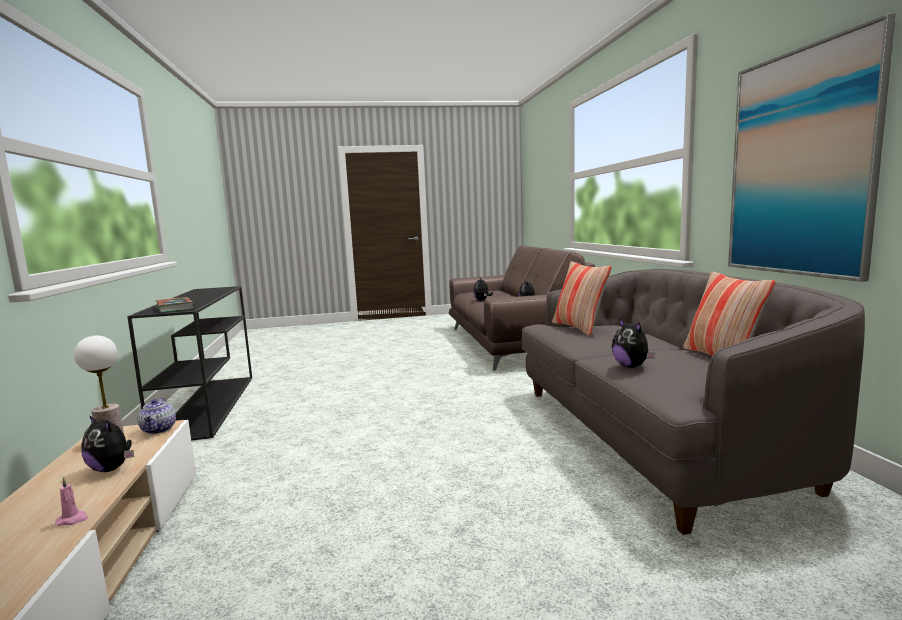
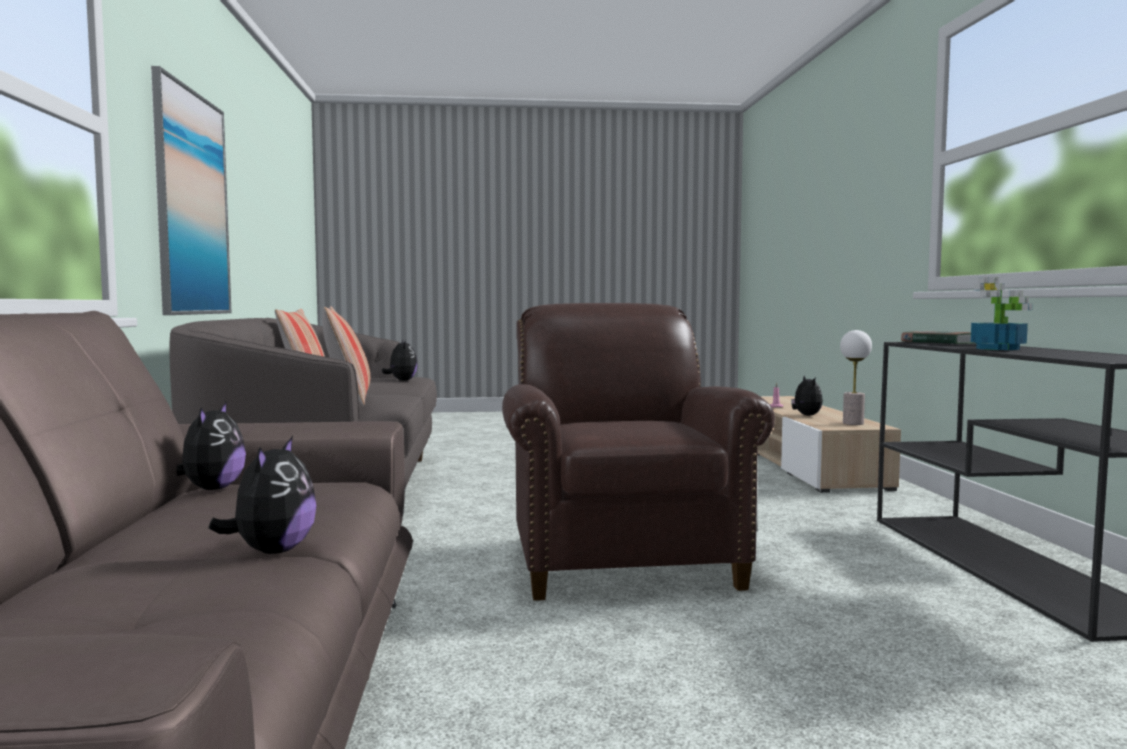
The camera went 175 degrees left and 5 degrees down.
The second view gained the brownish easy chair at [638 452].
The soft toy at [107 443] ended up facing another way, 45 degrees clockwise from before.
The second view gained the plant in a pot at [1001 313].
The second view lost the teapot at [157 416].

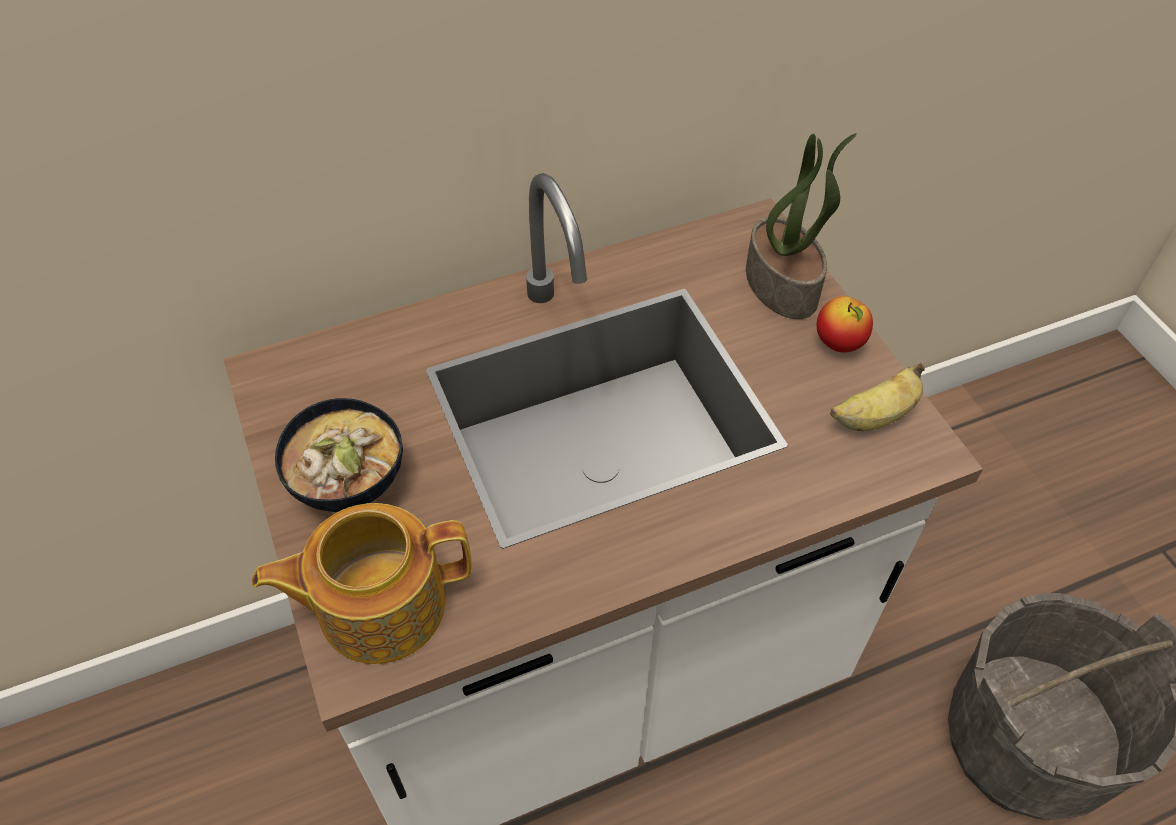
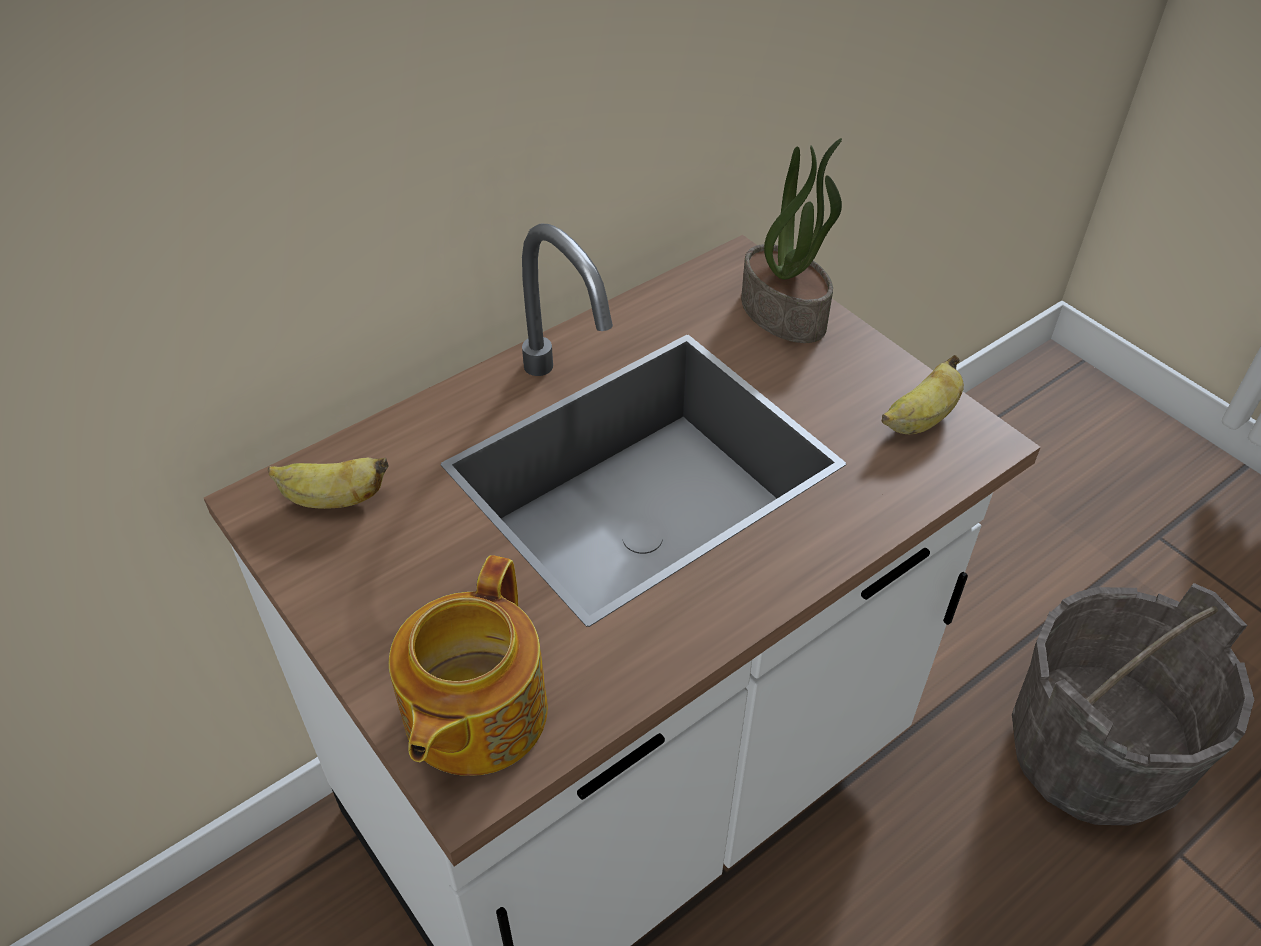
The camera went 15 degrees left and 5 degrees down.
The second view gained the banana at [328 483].
The teapot at [362 583] ended up facing another way, 45 degrees counterclockwise from before.
The second view lost the deep dish at [339 455].
The second view lost the apple at [845 324].

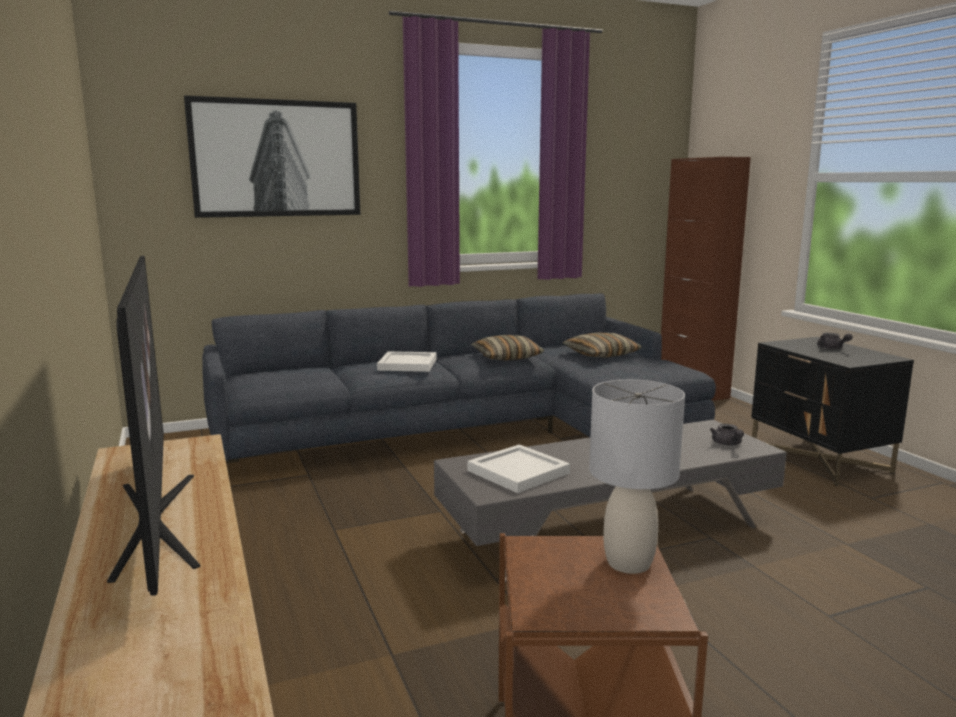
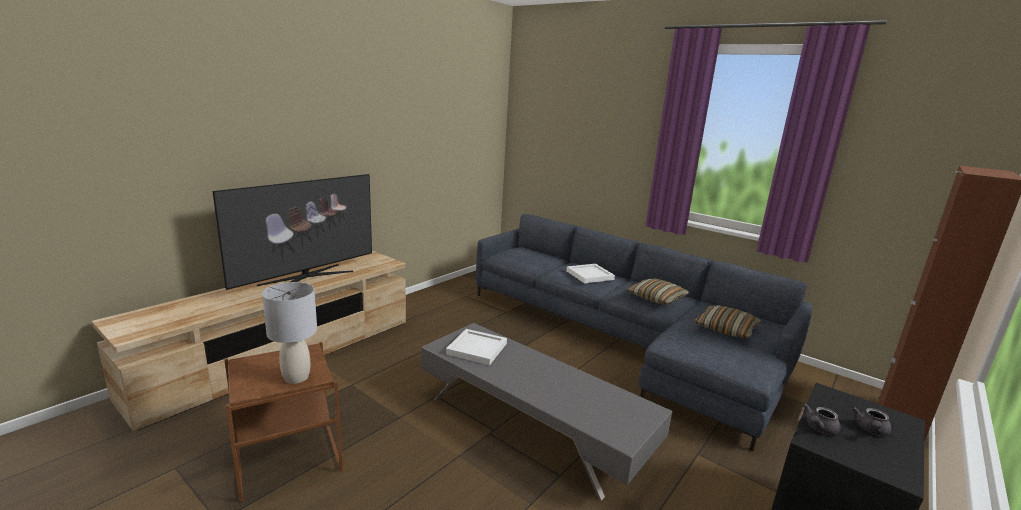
The camera went 60 degrees right and 5 degrees up.
The gray teapot ended up elsewhere, having gone from [727 434] to [822 419].
The second view lost the wall picture at [272 156].

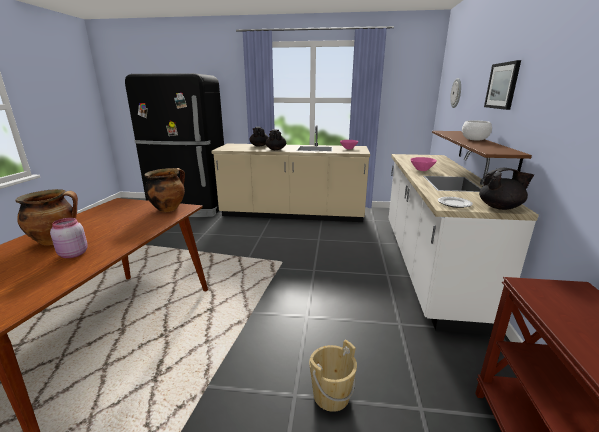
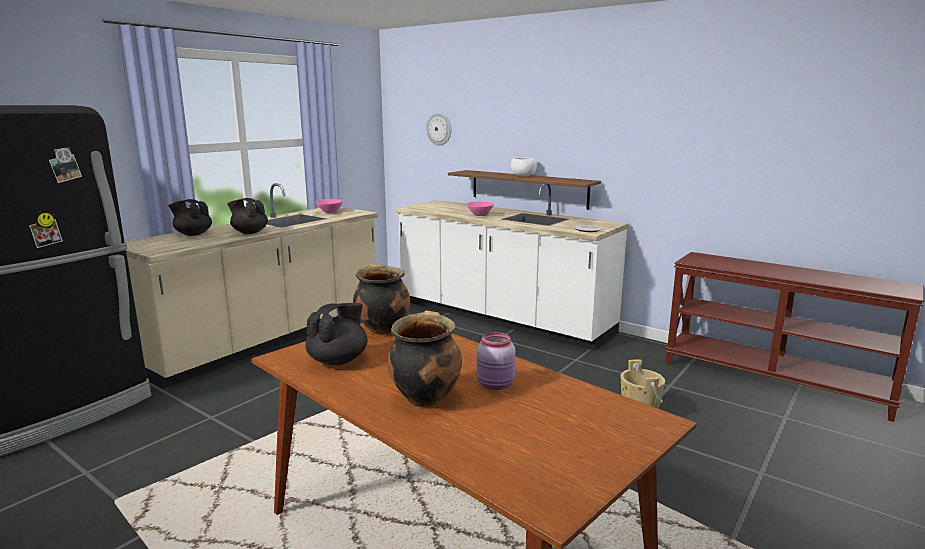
The camera went 60 degrees left and 5 degrees down.
The black teapot ended up elsewhere, having gone from [506 189] to [336 334].
The second view lost the wall picture at [502 85].

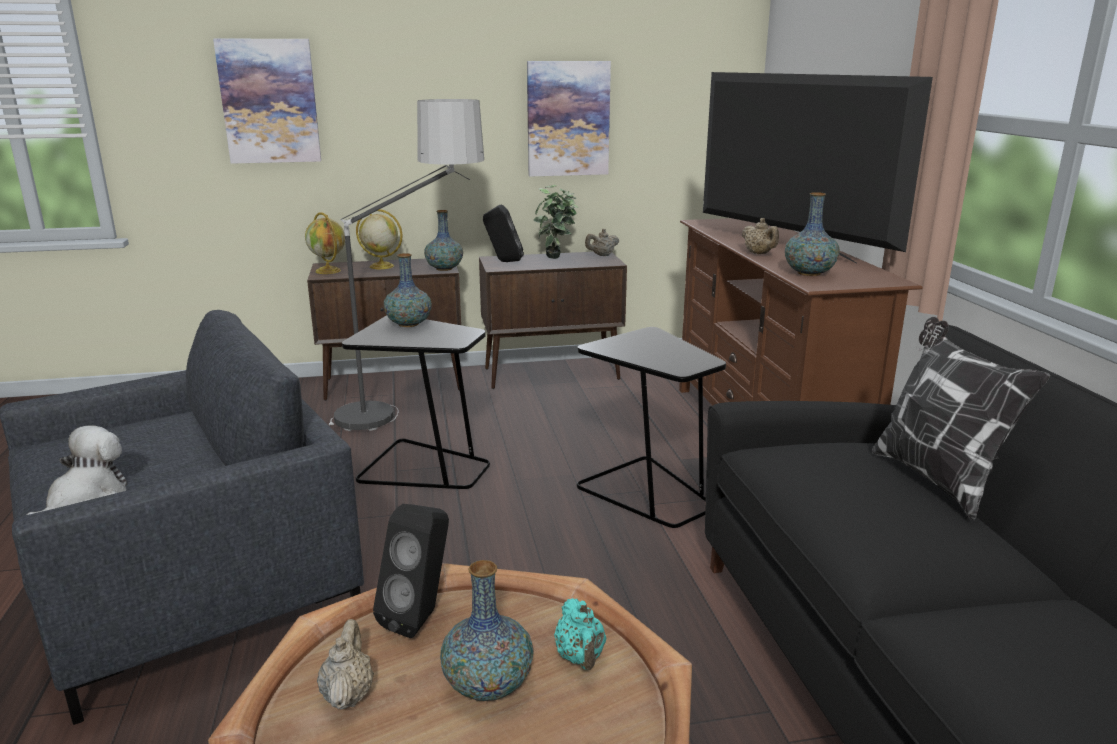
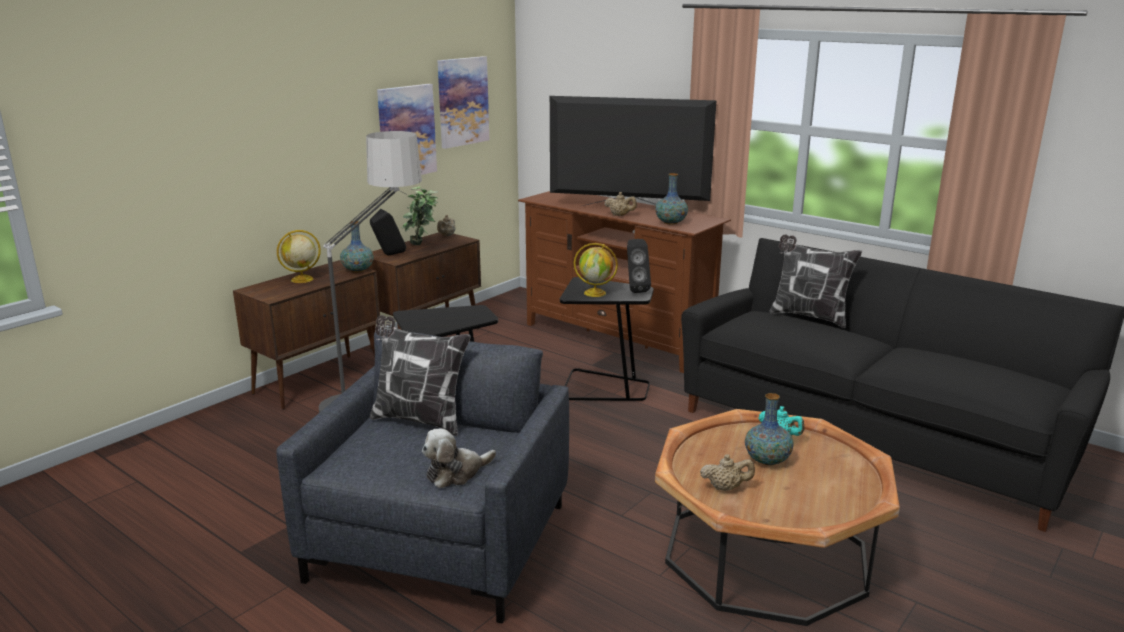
The camera went 40 degrees left and 0 degrees up.
The second view gained the throw pillow at [420 375].
The soft toy at [76 470] ended up facing another way, 105 degrees counterclockwise from before.
The wall picture ended up elsewhere, having gone from [267 101] to [463 102].
The globe ended up elsewhere, having gone from [325 243] to [596 270].
The black loudspeaker ended up elsewhere, having gone from [411 571] to [639 266].
The beige teapot at [345 664] ended up facing another way, 135 degrees clockwise from before.
The second view lost the flower vase at [408 290].

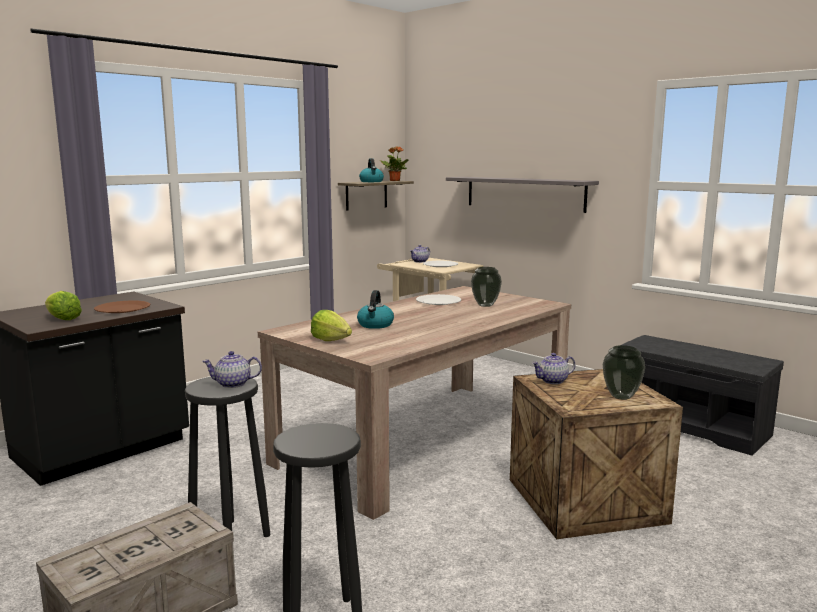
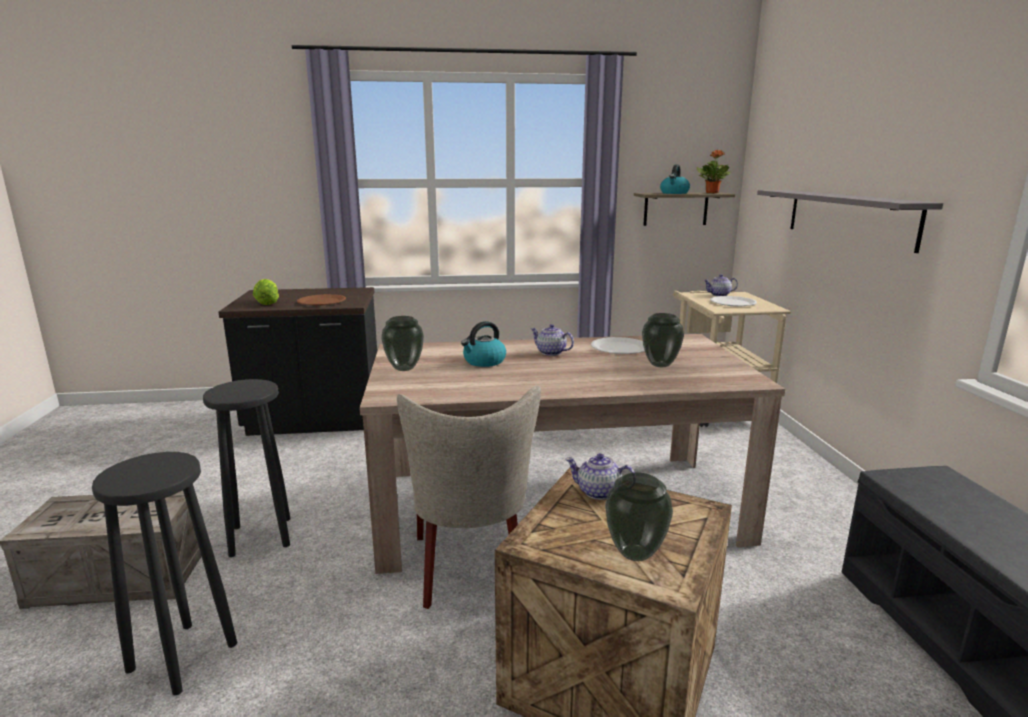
The camera went 40 degrees right and 5 degrees up.
Where the lettuce head stood at [331 325], the flower vase came to stand at [402 343].
The second view gained the beige plain chair at [469 497].
The teapot ended up elsewhere, having gone from [232 369] to [552 340].

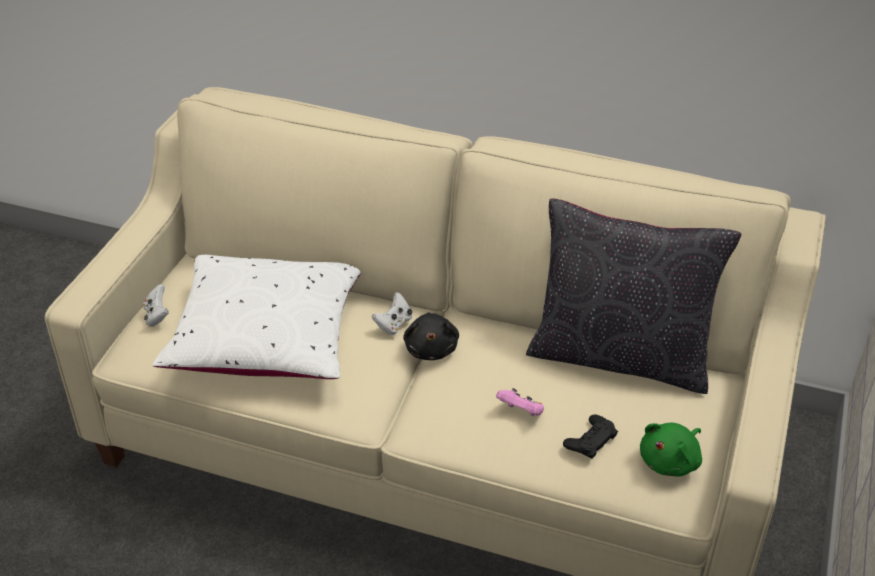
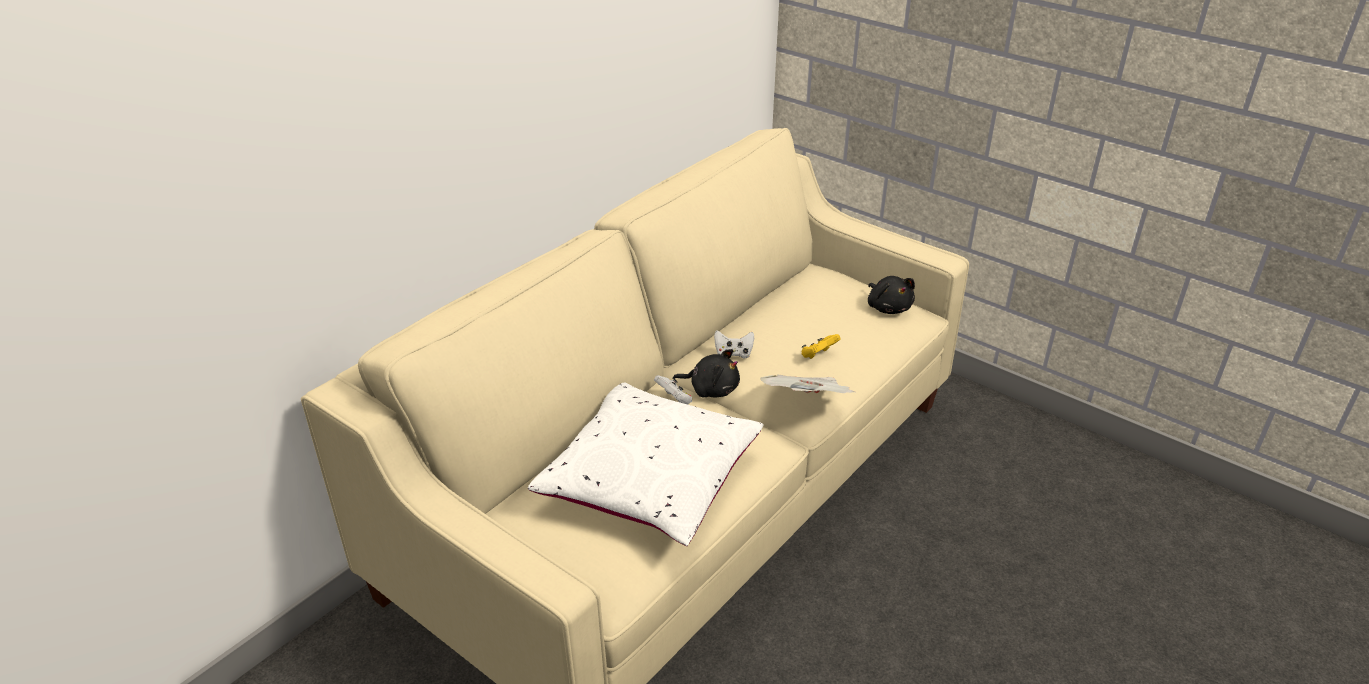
The camera went 70 degrees left and 5 degrees down.
The white-coloured game controller ended up elsewhere, having gone from [156 305] to [734 344].
The second view gained the newspaper at [807 383].
What was the pink game controller at [520 402] turned into the yellow-coloured game controller at [821 346].
What was the green soft toy at [671 449] turned into the black soft toy at [891 295].
The second view lost the black throw pillow at [633 296].
The second view lost the black game controller at [590 436].

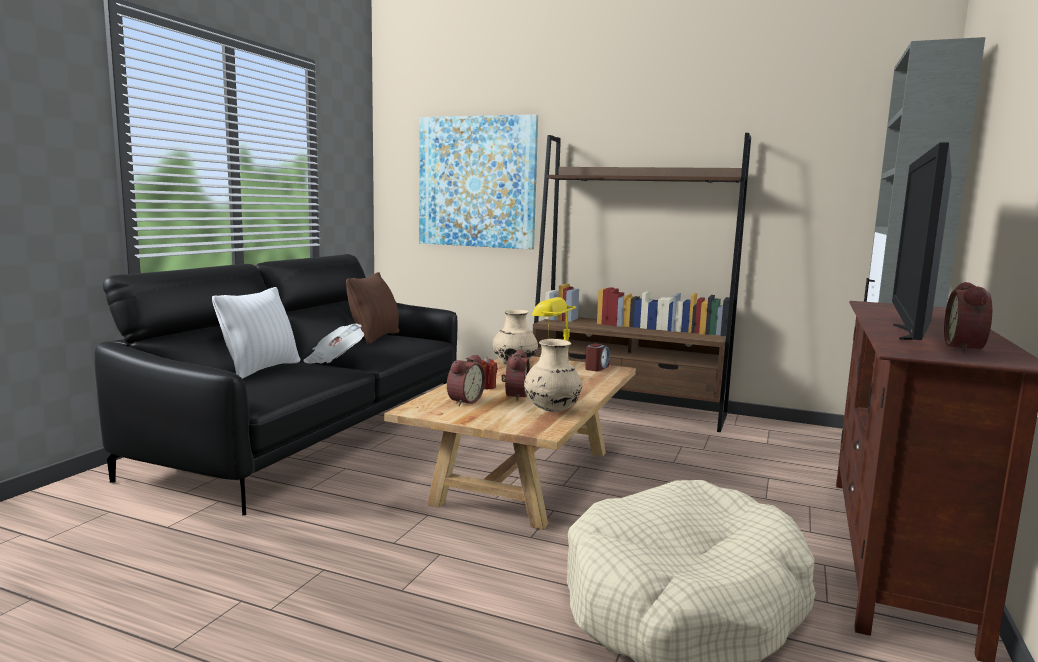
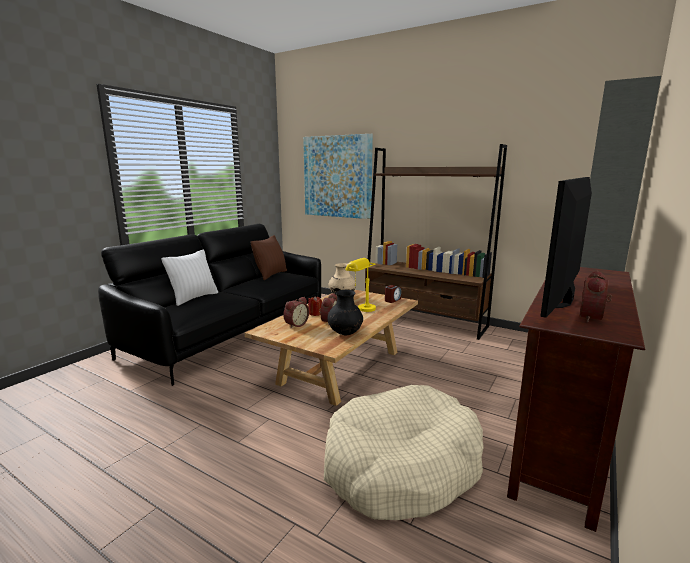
The camera went 10 degrees right and 5 degrees up.
What was the beige flower vase at [553 375] turned into the black flower vase at [345 312].
The second view lost the newspaper at [333 344].

